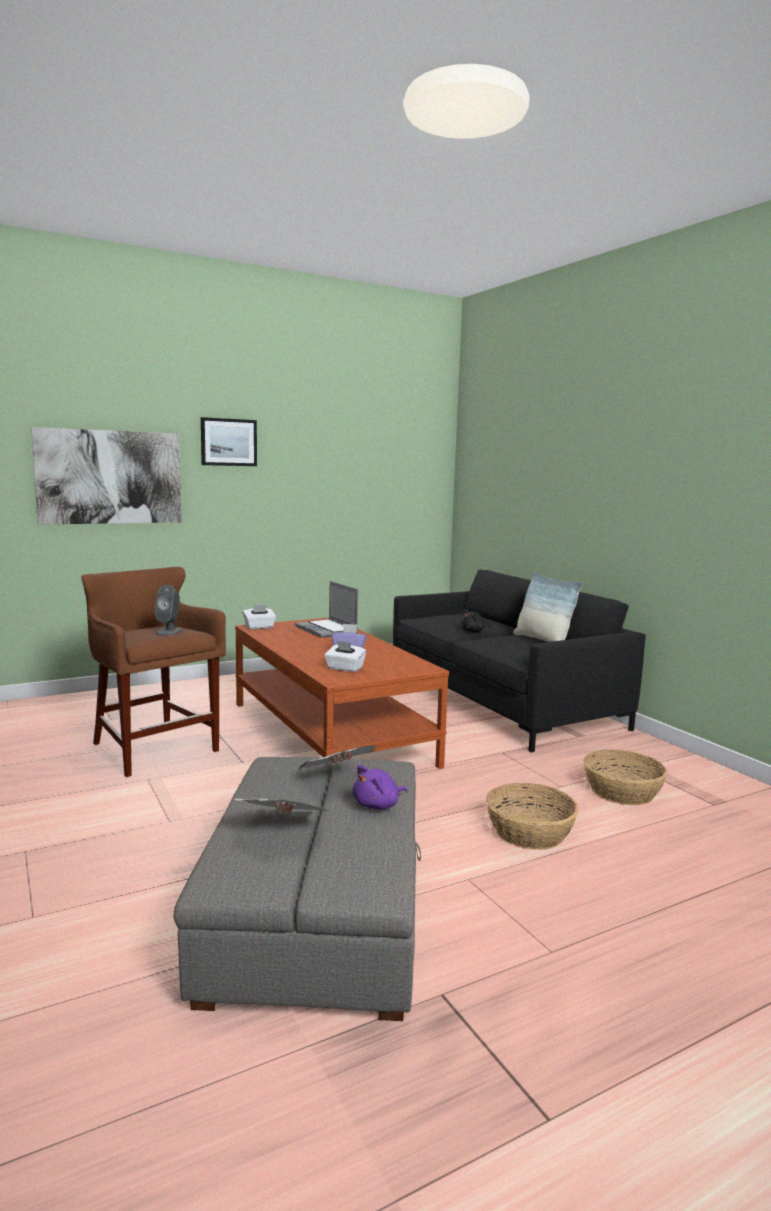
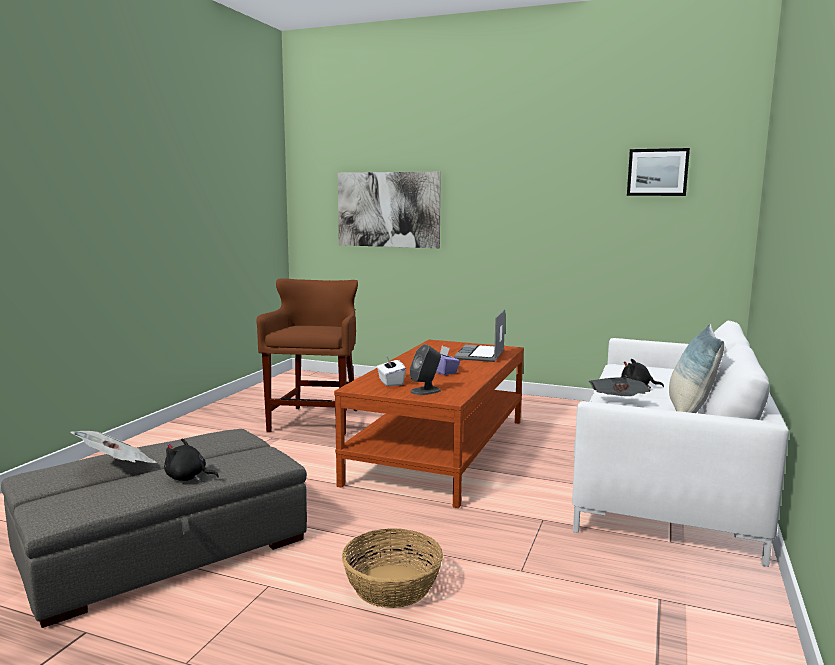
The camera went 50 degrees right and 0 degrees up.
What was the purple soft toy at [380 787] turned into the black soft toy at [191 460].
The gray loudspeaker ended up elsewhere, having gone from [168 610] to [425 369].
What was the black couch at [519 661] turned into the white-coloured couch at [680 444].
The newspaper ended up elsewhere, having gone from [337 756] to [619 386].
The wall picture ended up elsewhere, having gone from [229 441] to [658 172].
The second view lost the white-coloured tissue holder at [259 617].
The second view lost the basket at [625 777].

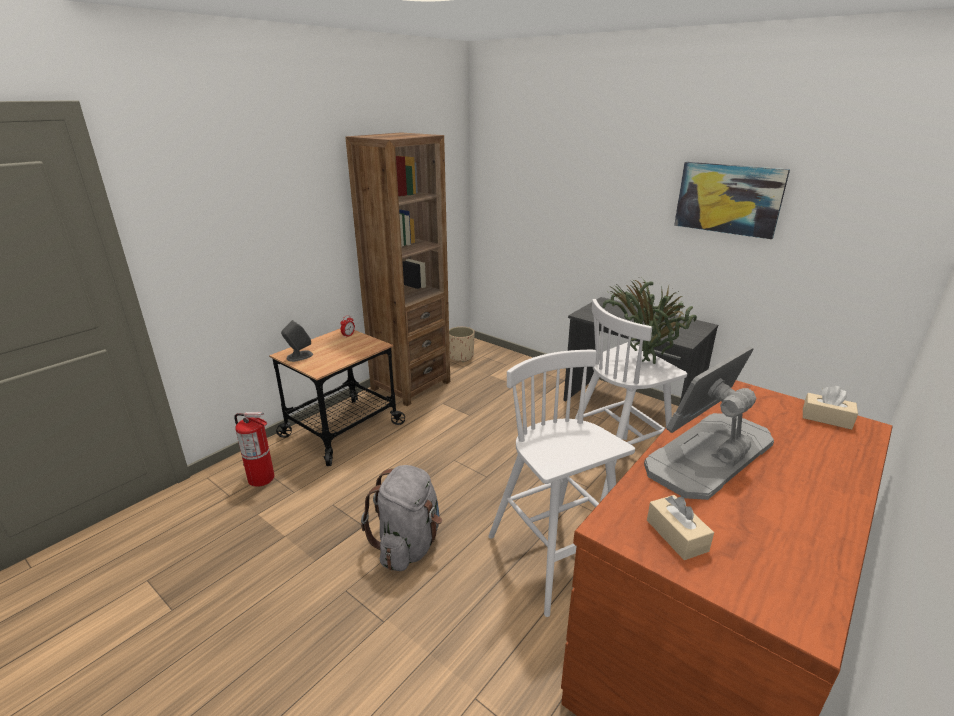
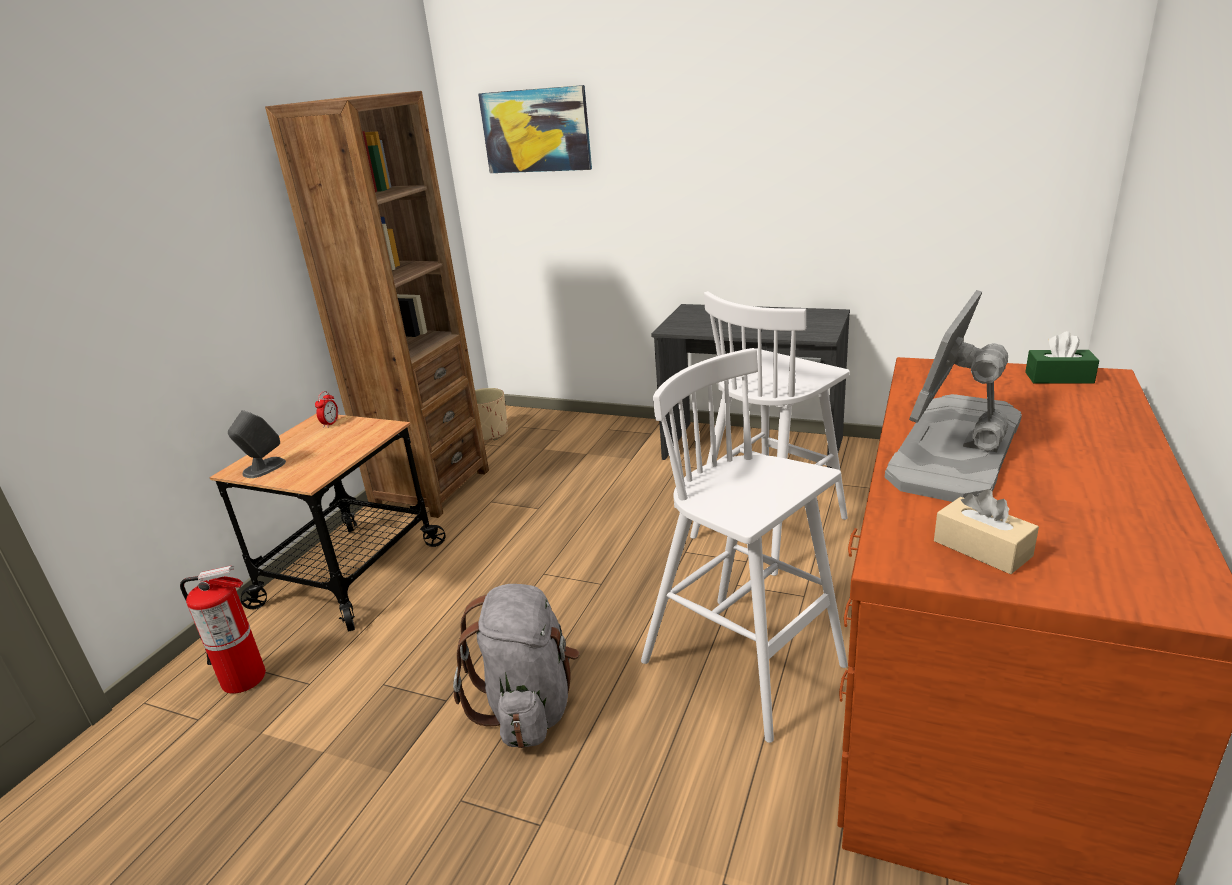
The camera went 15 degrees left and 0 degrees up.
The wall picture ended up elsewhere, having gone from [732 201] to [535 129].
What was the beige tissue holder at [830 408] turned into the green tissue holder at [1062 357].
The second view lost the plant in a pot at [650 321].

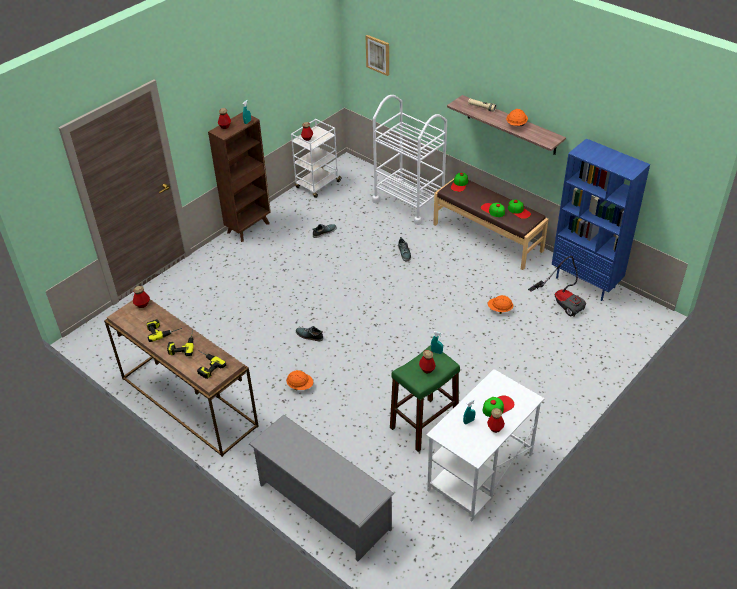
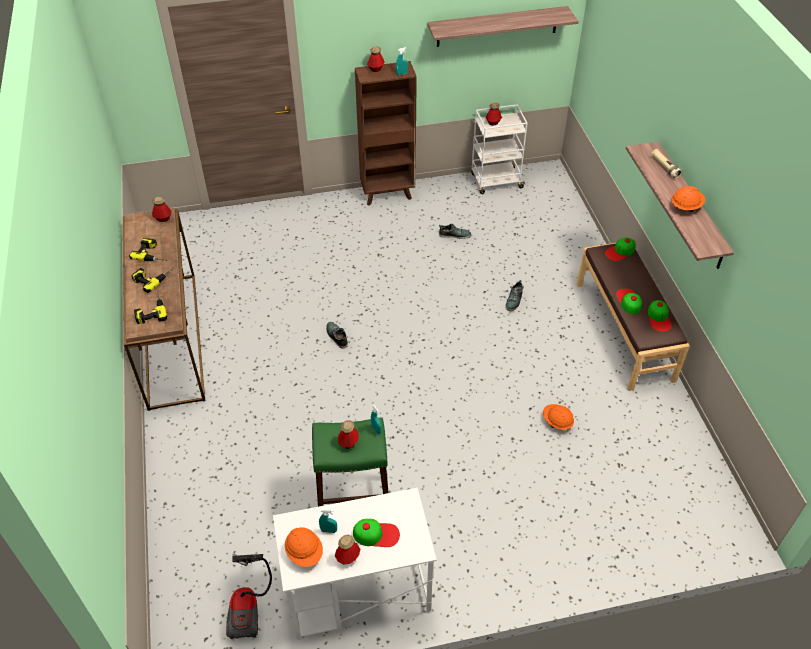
The camera went 35 degrees right and 5 degrees up.
The hoover ended up elsewhere, having gone from [557 286] to [249 596].
The orangey safety helmet ended up elsewhere, having gone from [300 380] to [304 547].
The second view gained the shelf at [503 26].
The second view lost the gray shoe shelf at [321 488].
The second view lost the wall picture at [377 55].
The second view lost the white-coloured wheeled cart at [409 160].
The second view lost the blue-coloured bookshelf at [601 219].

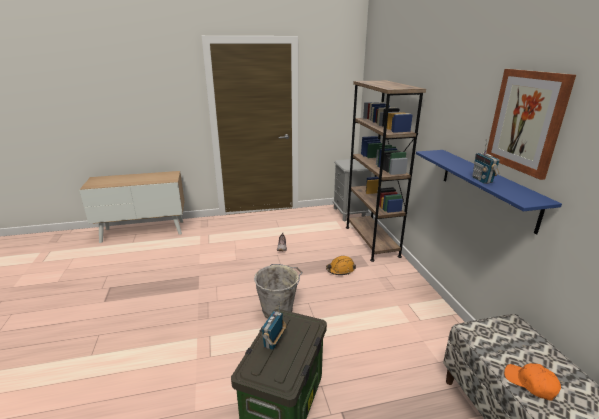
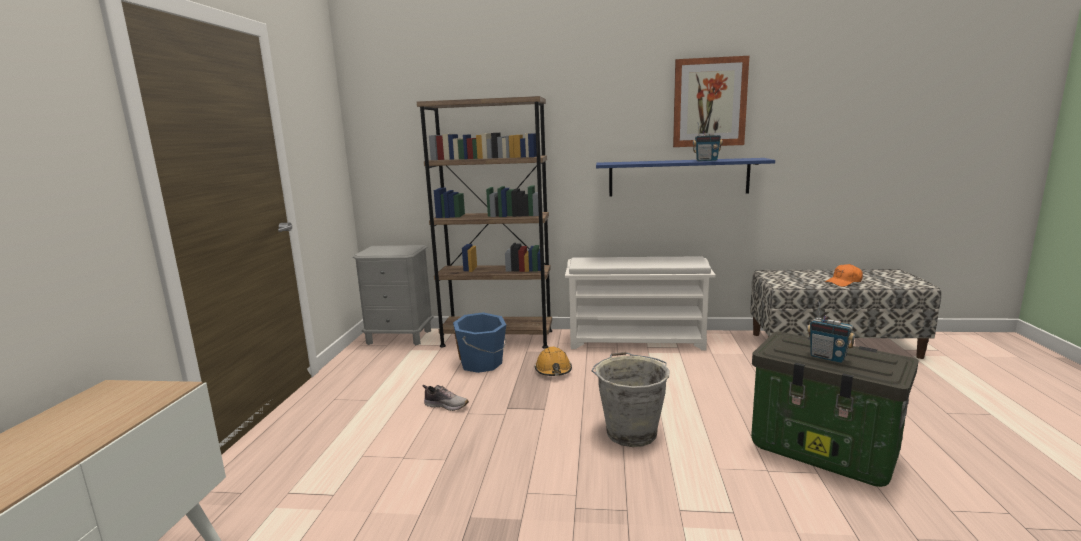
The camera went 70 degrees left and 10 degrees down.
The second view gained the blue-coloured pail at [479 342].
The second view gained the white-coloured shoe shelf at [640 303].

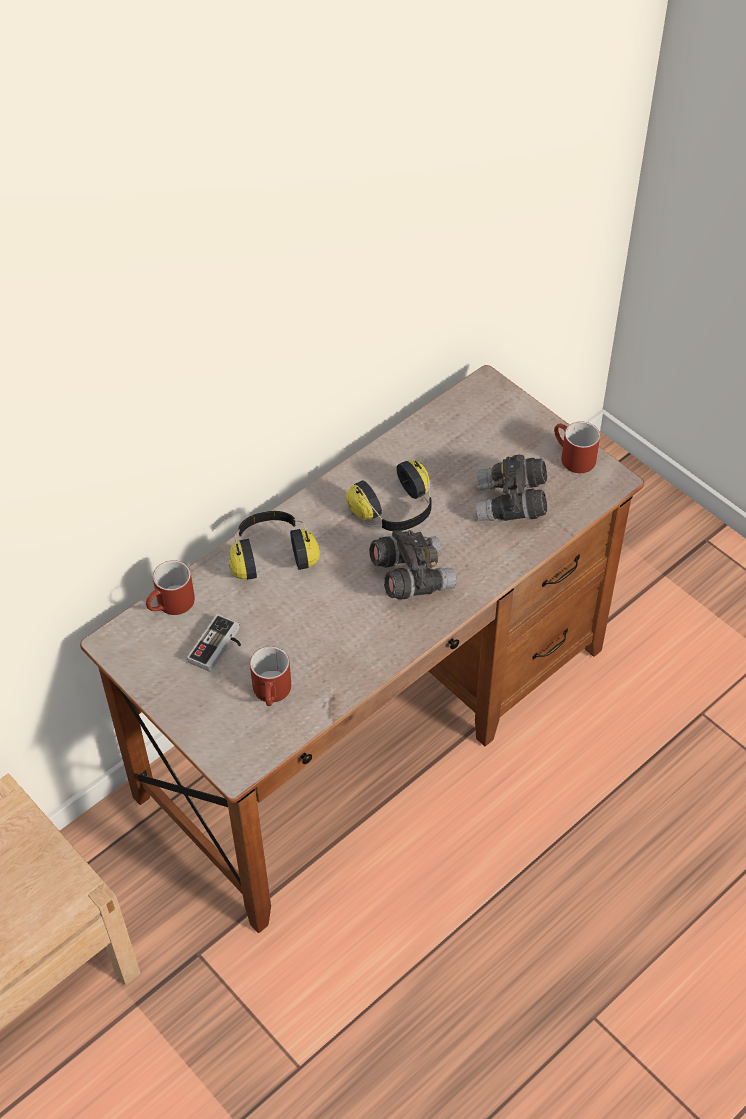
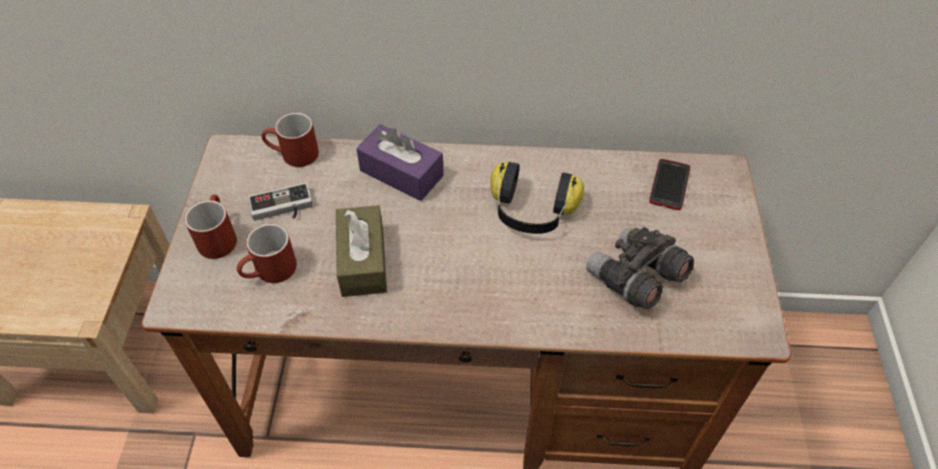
The camera went 45 degrees right and 0 degrees up.
The reddish tea mug ended up elsewhere, having gone from [577 447] to [211 227].
The second view gained the brownish tissue holder at [361 251].
Where the headphones stood at [274 545], the purple tissue holder came to stand at [400 162].
The second view gained the phone at [669 184].
The second view lost the gray pair of binoculars at [413 565].

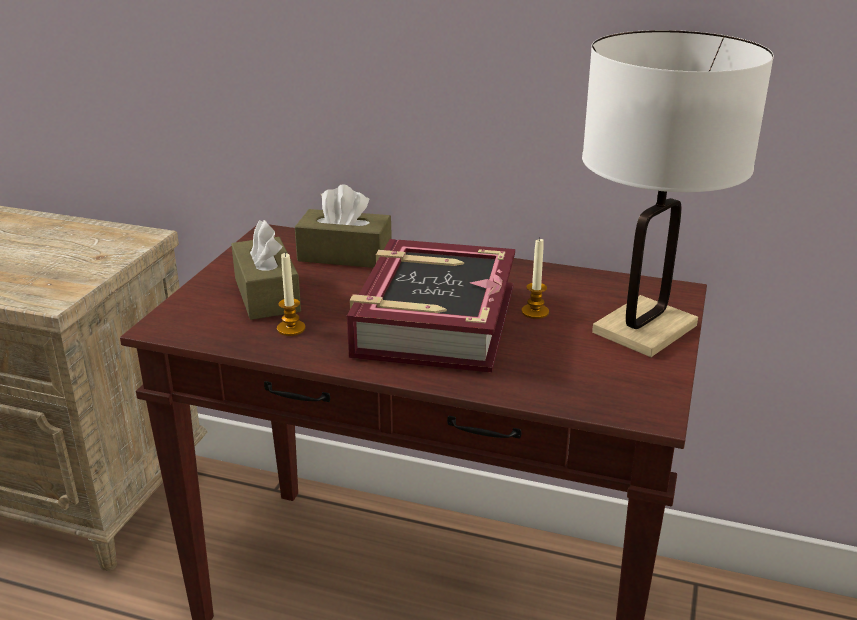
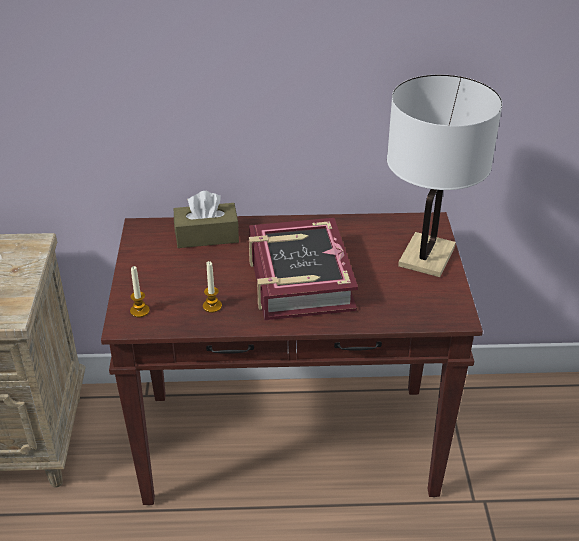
The camera went 20 degrees left and 10 degrees up.
The wax candle ended up elsewhere, having gone from [535 278] to [140 291].
The second view lost the brownish tissue holder at [266 270].

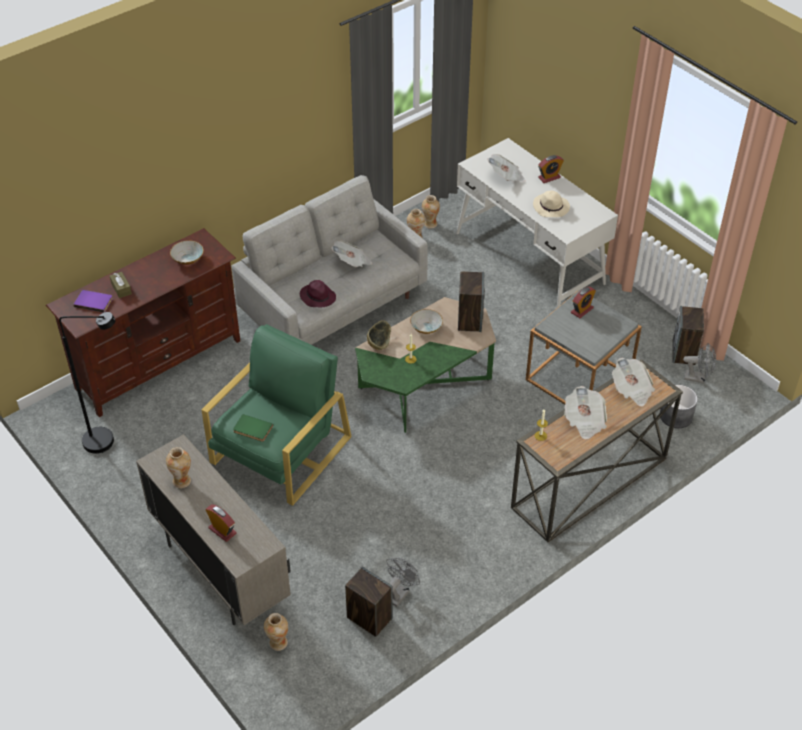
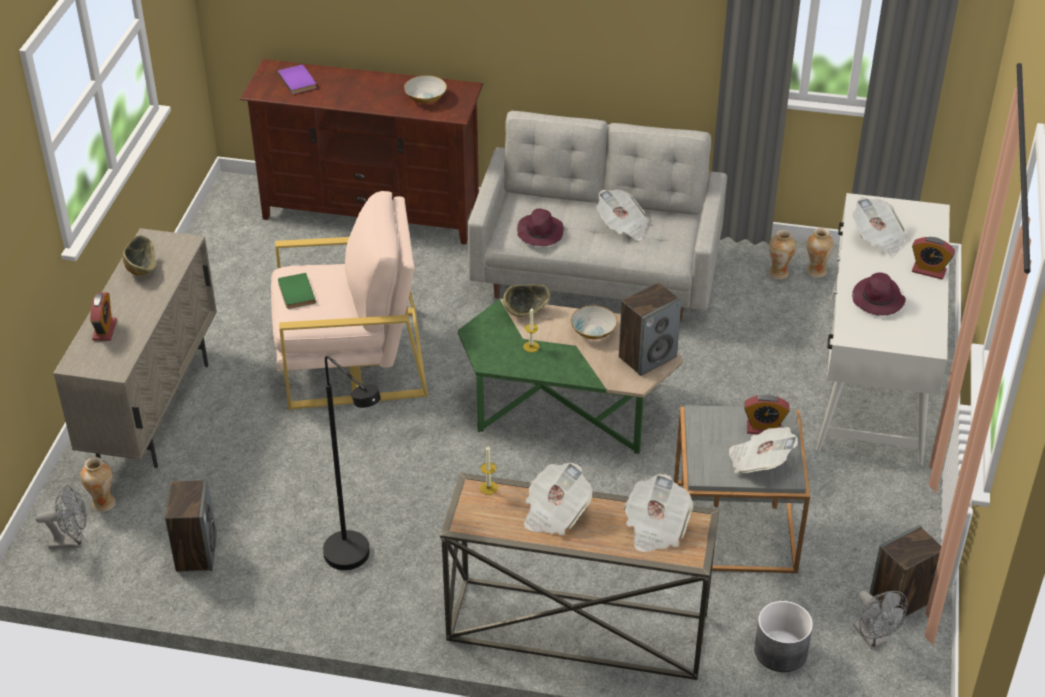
The camera went 50 degrees right and 5 degrees down.
The gray cooling fan ended up elsewhere, having gone from [403 582] to [61 517].
Where the flower vase stood at [178 467], the deep dish came to stand at [140 255].
What was the green easy chair at [276 415] turned into the beige easy chair at [349 300].
The black standard lamp ended up elsewhere, having gone from [87 383] to [352 463].
The second view gained the newspaper at [763 450].
What was the beige wearable hat at [551 204] turned into the purple wearable hat at [879 294].
The second view lost the brownish tissue holder at [121 285].

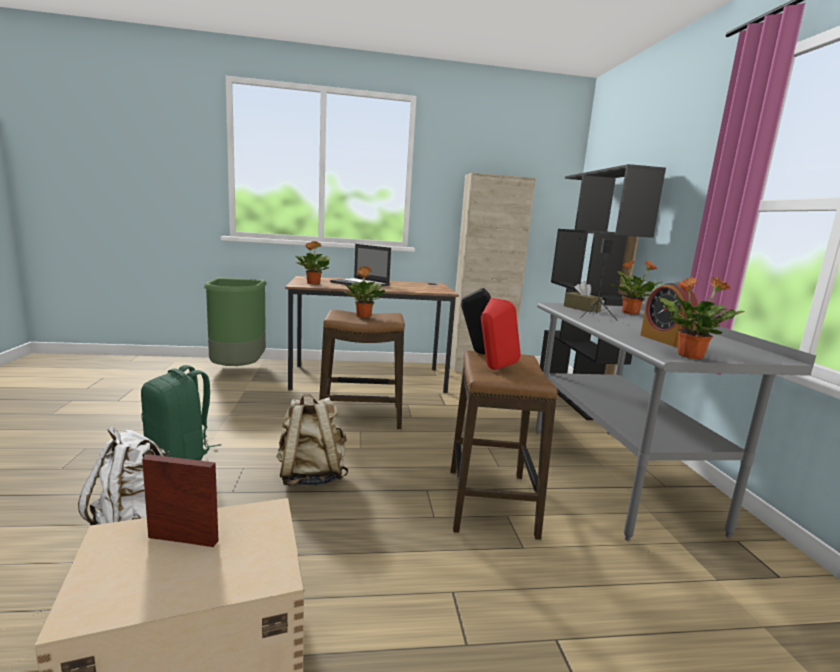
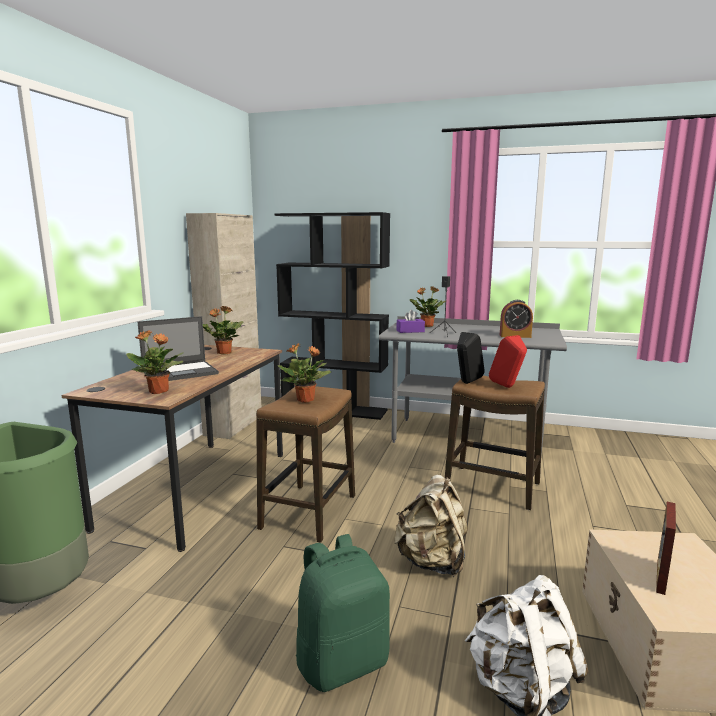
The camera went 65 degrees left and 0 degrees up.
The plant in a pot ended up elsewhere, having gone from [702 318] to [223 330].
What was the brownish tissue holder at [583 296] turned into the purple tissue holder at [411 321].

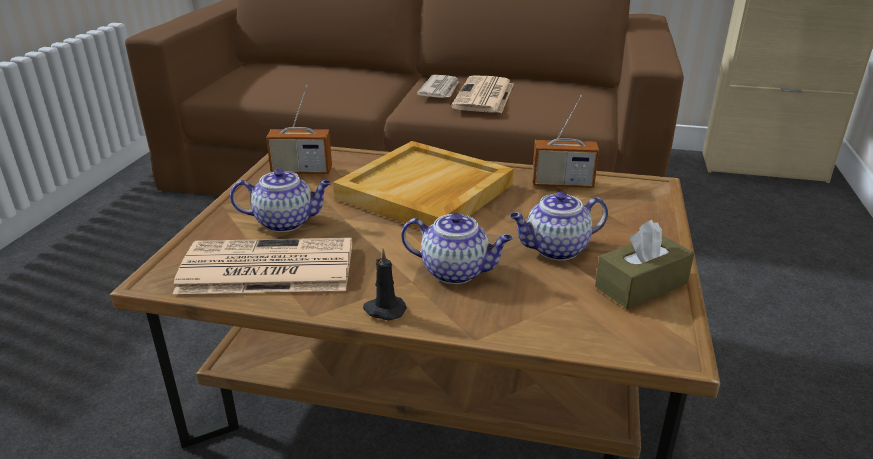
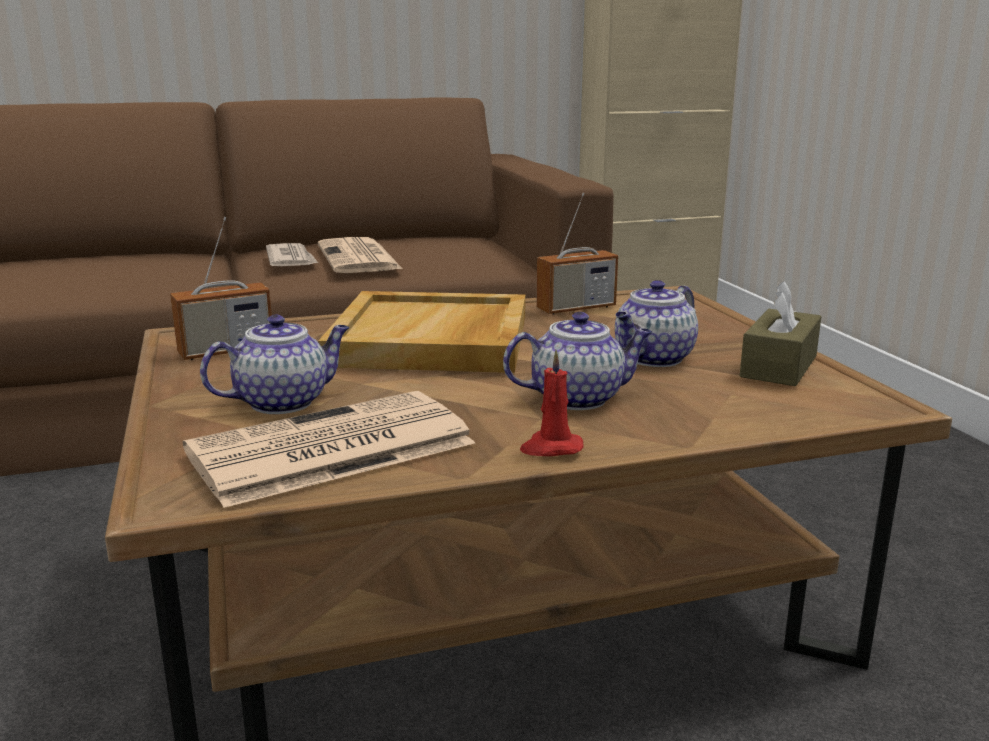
The camera went 30 degrees left and 10 degrees down.
What was the black wax candle at [385 284] turned into the reddish wax candle at [552 403].

